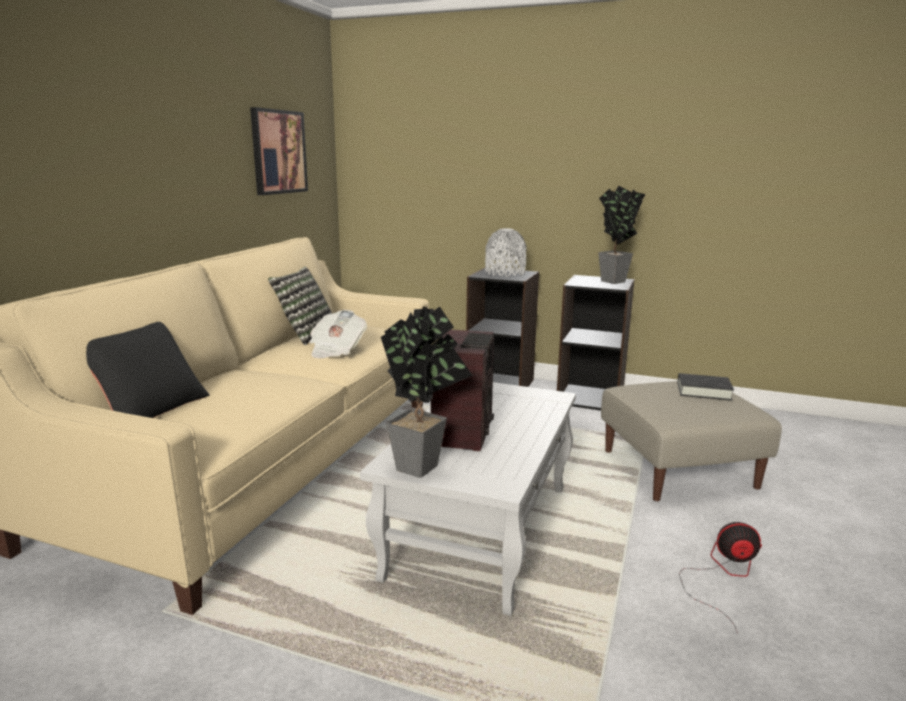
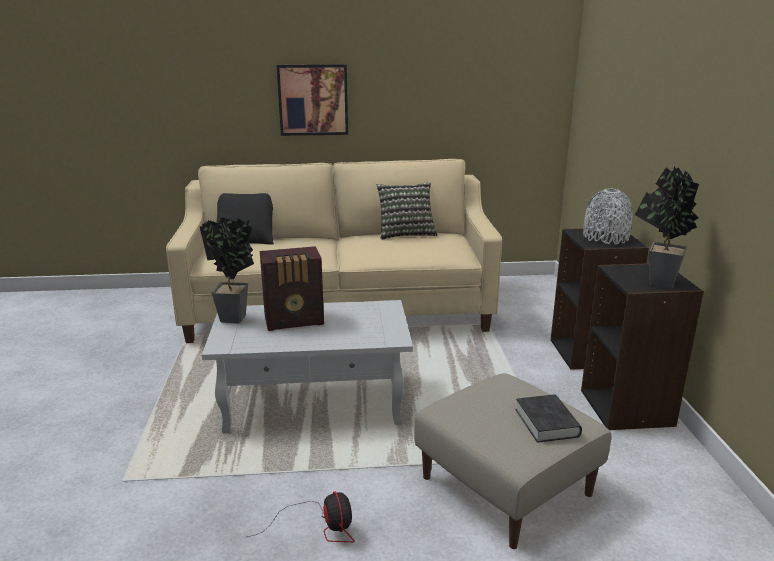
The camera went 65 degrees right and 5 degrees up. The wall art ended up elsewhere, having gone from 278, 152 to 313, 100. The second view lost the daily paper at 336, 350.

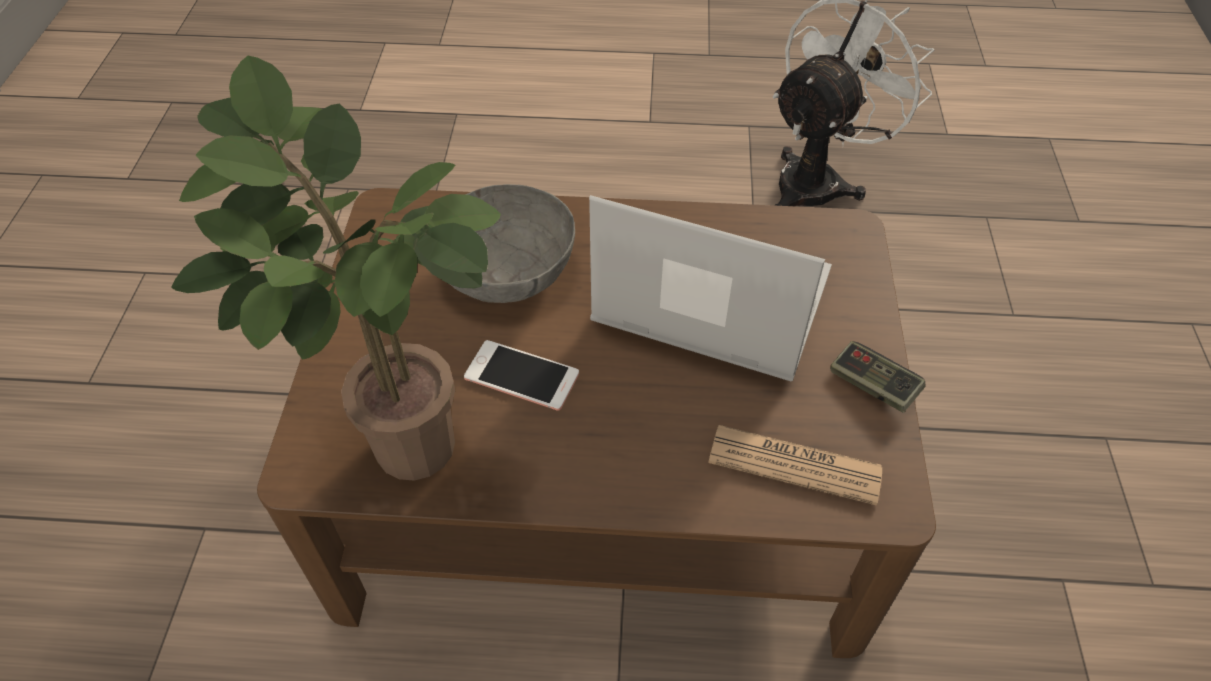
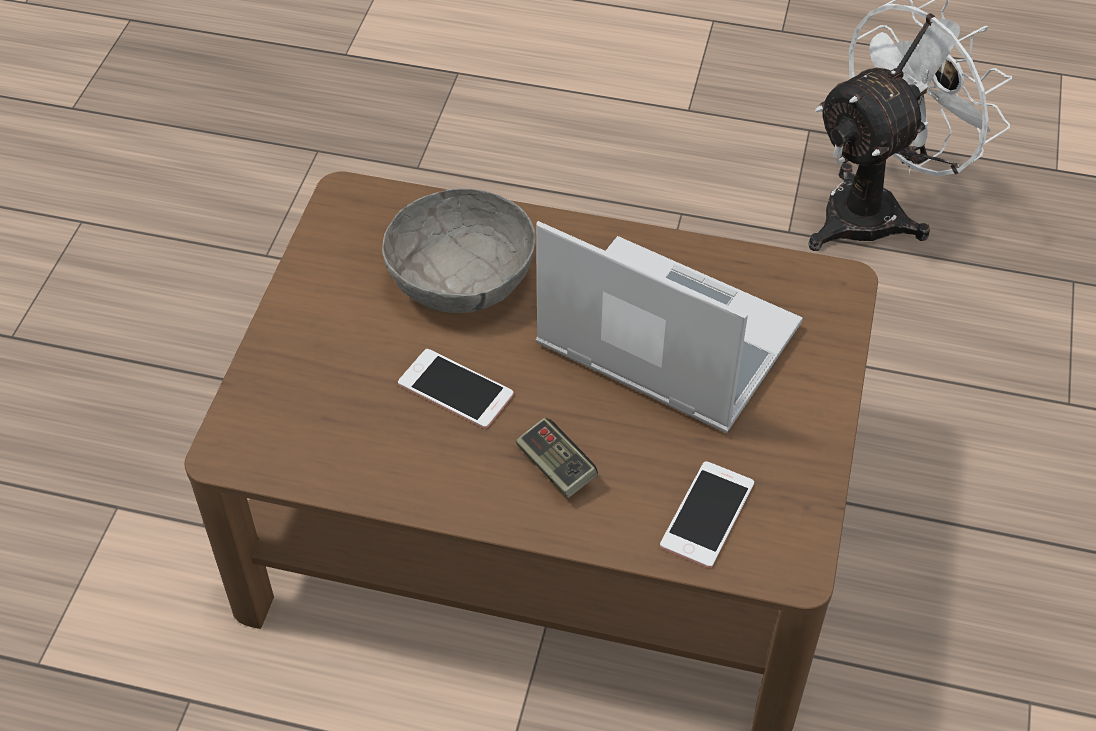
The camera went 10 degrees right and 0 degrees up. The second view lost the houseplant at 399, 448. Where the daily paper stood at 794, 465, the phone came to stand at 707, 515. The gamepad ended up elsewhere, having gone from 873, 385 to 556, 467.

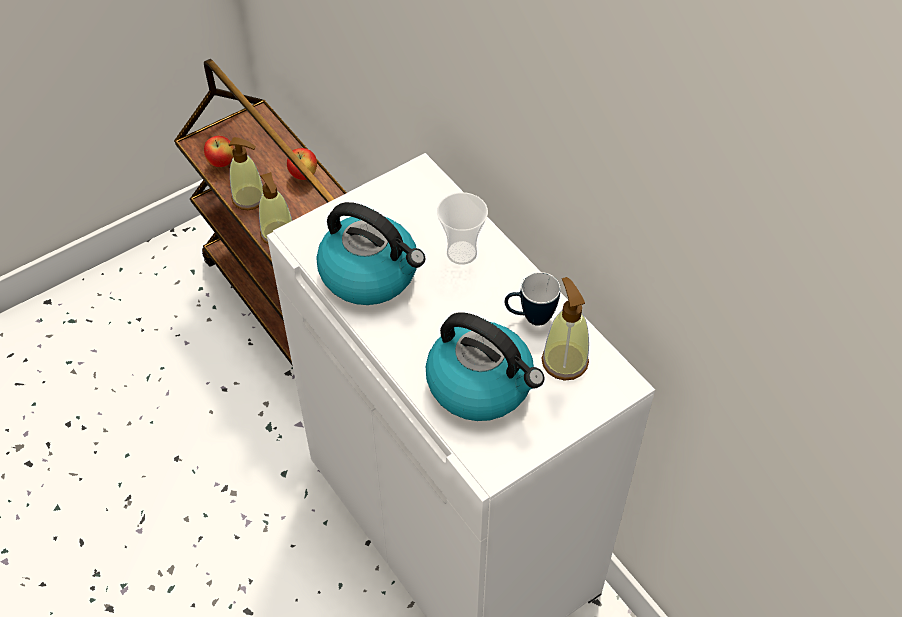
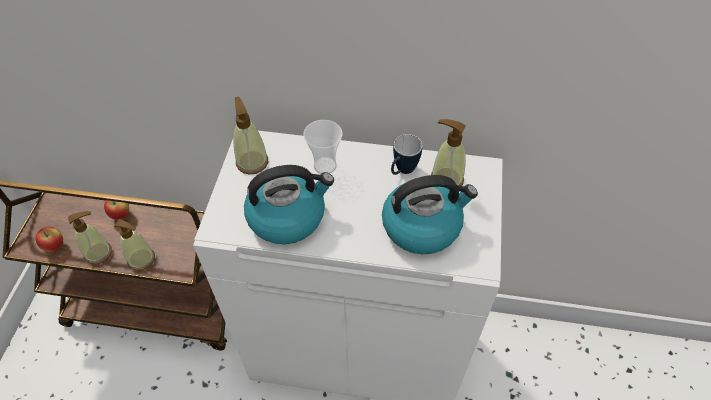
The camera went 45 degrees left and 0 degrees up. The second view gained the liquid soap bottle at 252, 162.

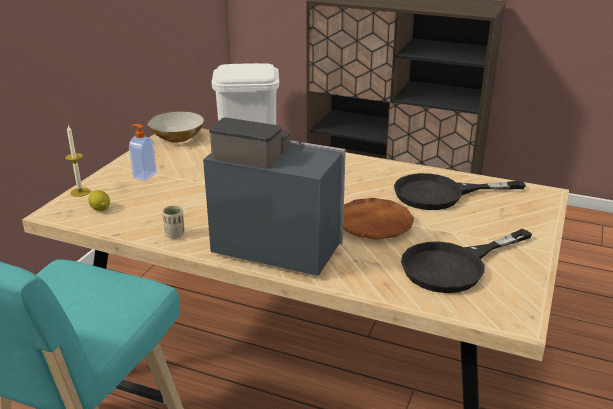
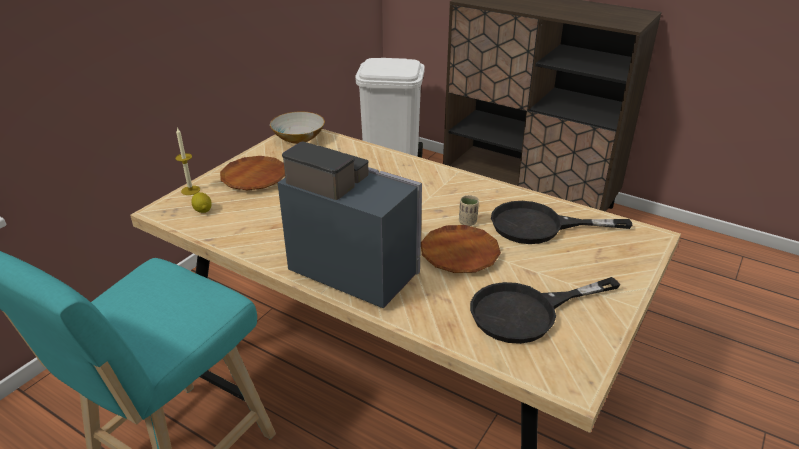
The camera went 10 degrees right and 5 degrees up. Where the liquid soap bottle stood at 144, 175, the brownish dinner plate came to stand at 254, 177. The beige small cup ended up elsewhere, having gone from 175, 235 to 467, 222.

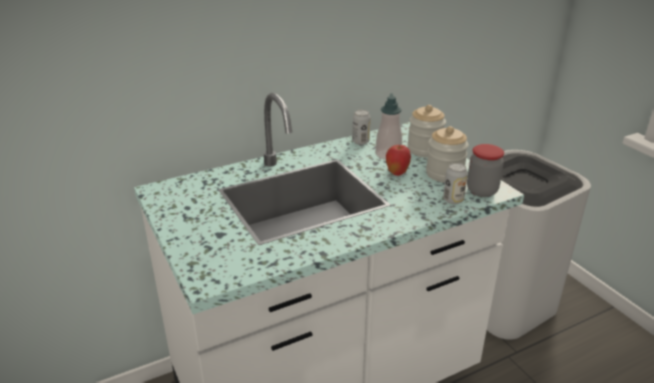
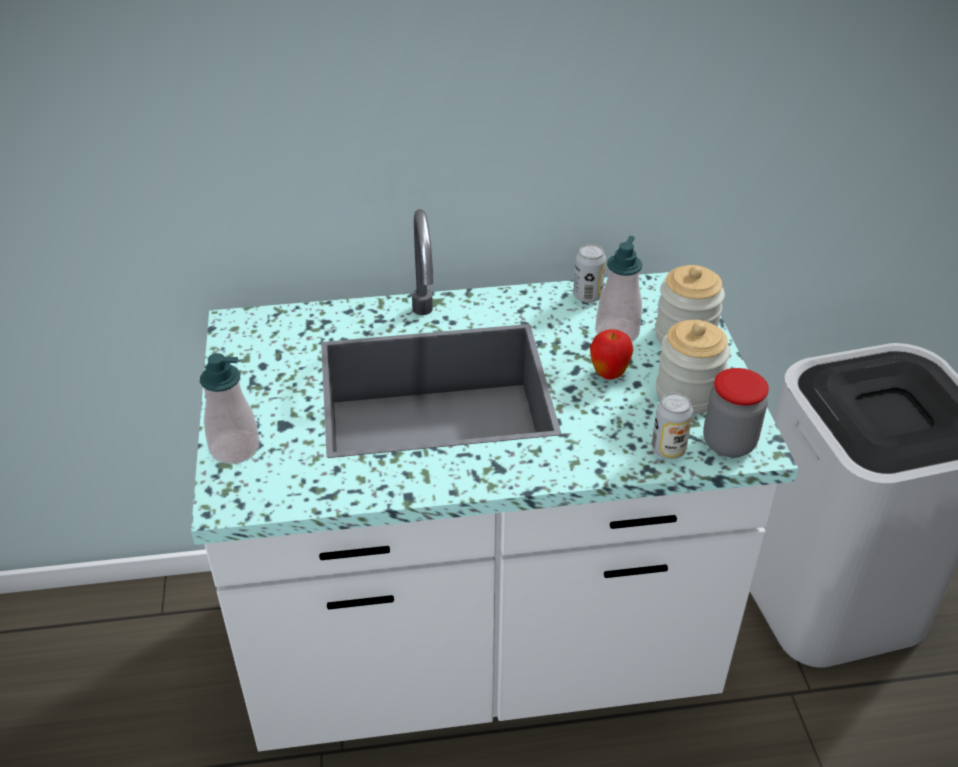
The camera went 20 degrees right and 10 degrees up. The second view gained the liquid soap bottle at 235, 448.

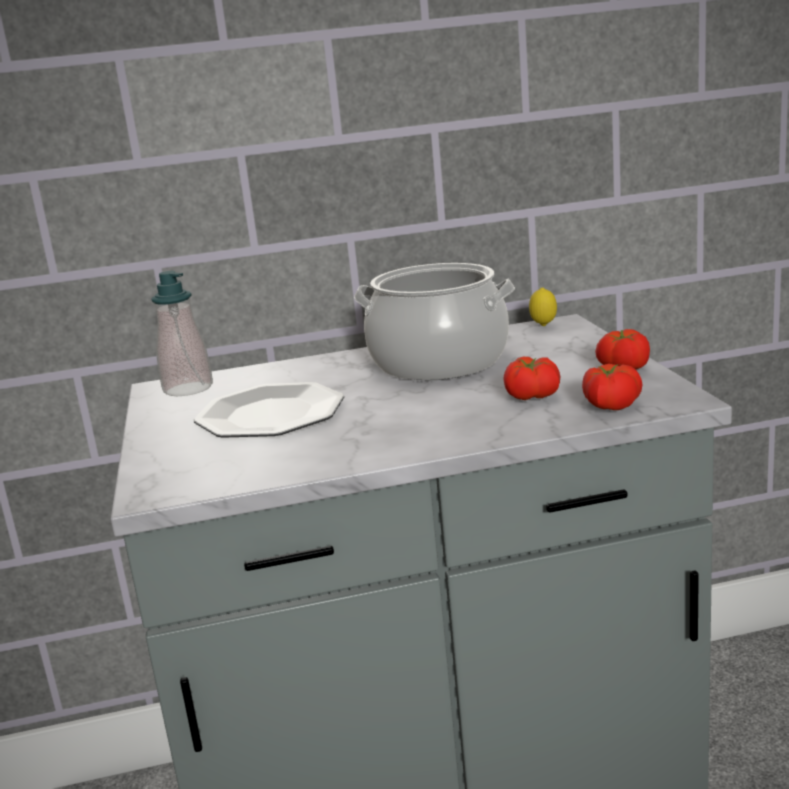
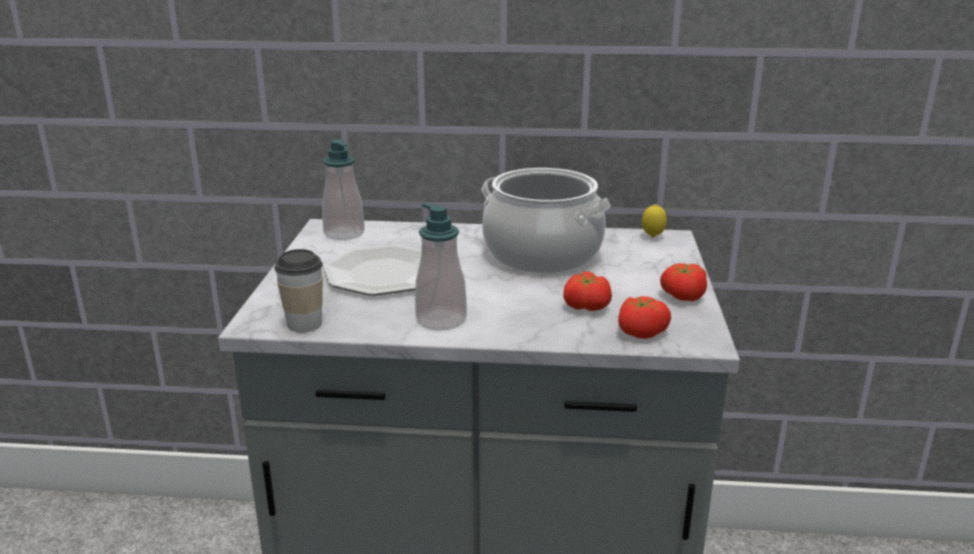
The camera went 15 degrees right and 5 degrees up. The second view gained the small cup at 304, 324. The second view gained the liquid soap bottle at 441, 320.

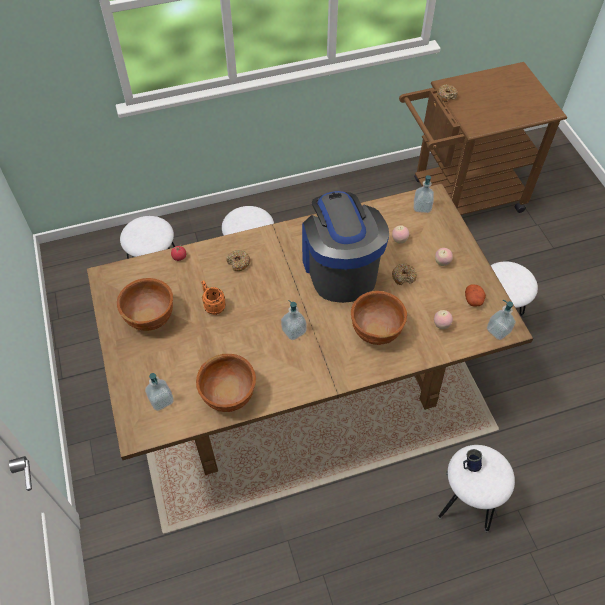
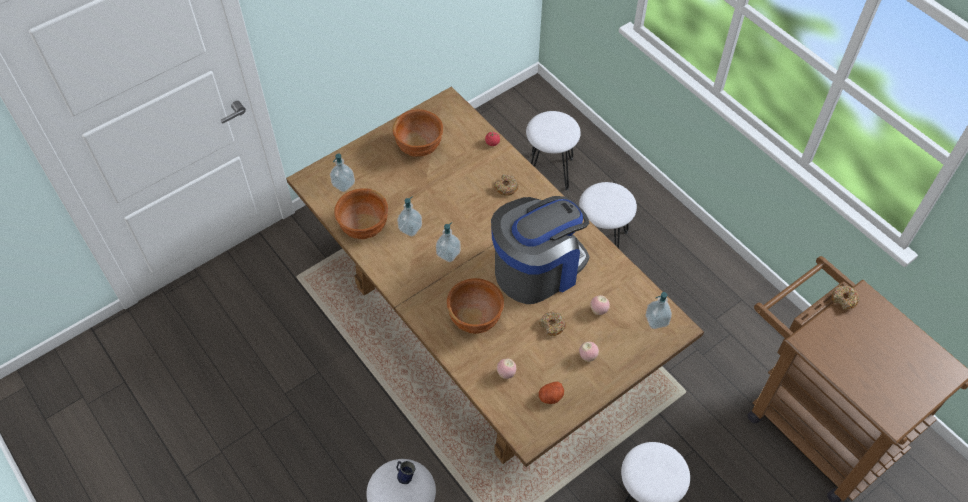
The camera went 70 degrees right and 0 degrees up. The second view lost the orange mug at 213, 305. The liquid soap bottle ended up elsewhere, having gone from 498, 330 to 410, 228.

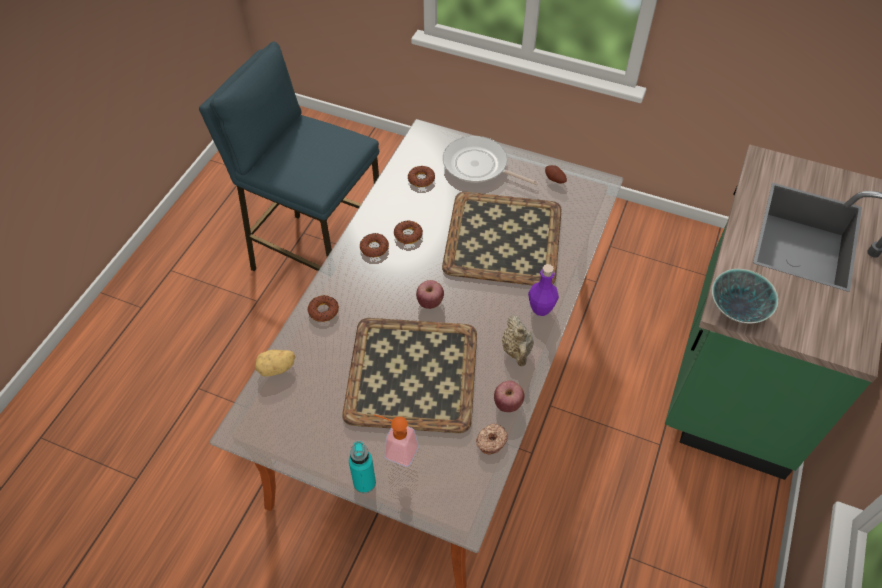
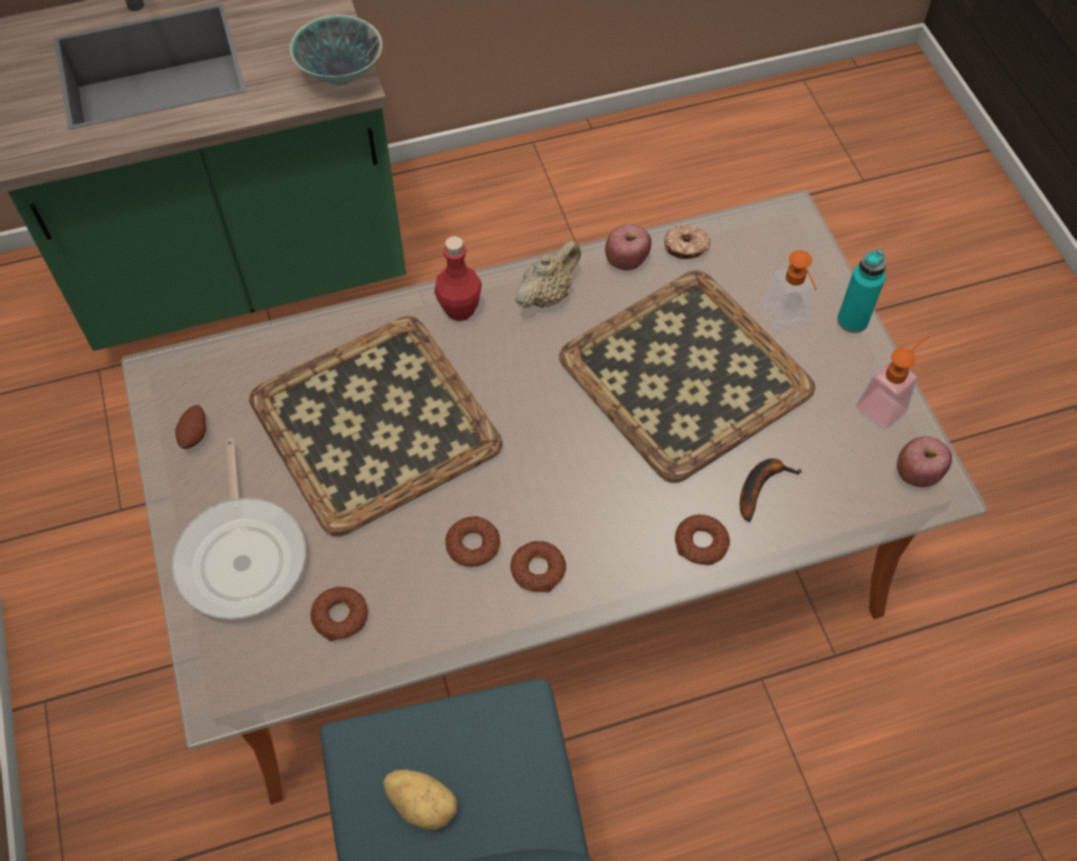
The camera went 130 degrees left and 5 degrees up. The potato ended up elsewhere, having gone from 277, 369 to 423, 803. The apple fruit ended up elsewhere, having gone from 430, 302 to 917, 473. What was the purple-coloured drink bottle at 541, 308 turned into the red drink bottle at 460, 309. The second view gained the banana fruit at 761, 486. The second view gained the liquid soap bottle at 886, 404.

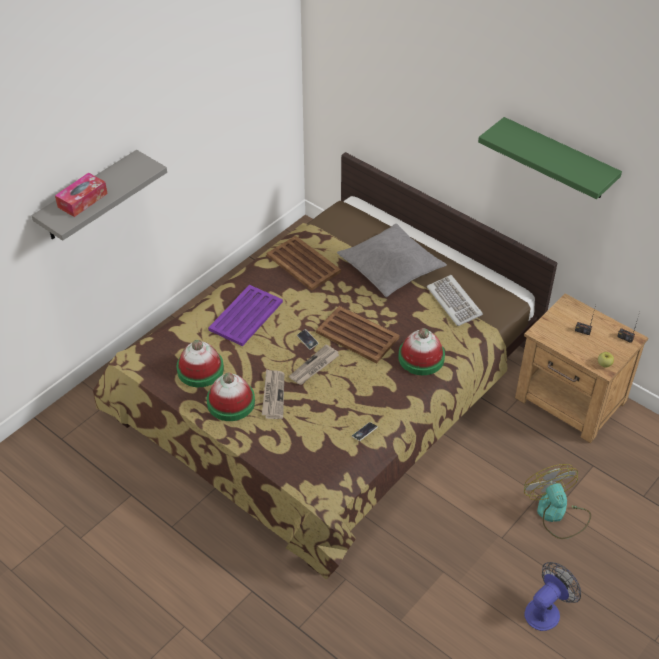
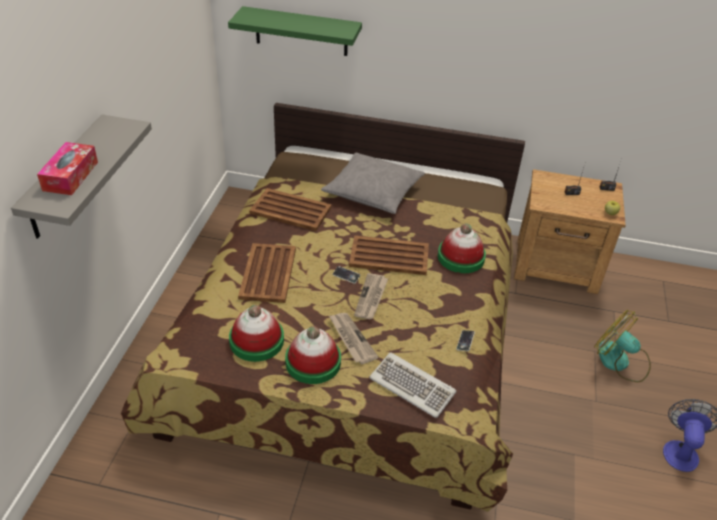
The camera went 30 degrees left and 5 degrees down. What was the purple-coloured tray at 246, 315 turned into the brownish tray at 268, 272. The PC keyboard ended up elsewhere, having gone from 454, 302 to 412, 386. The greenish shelf ended up elsewhere, having gone from 558, 159 to 301, 31.

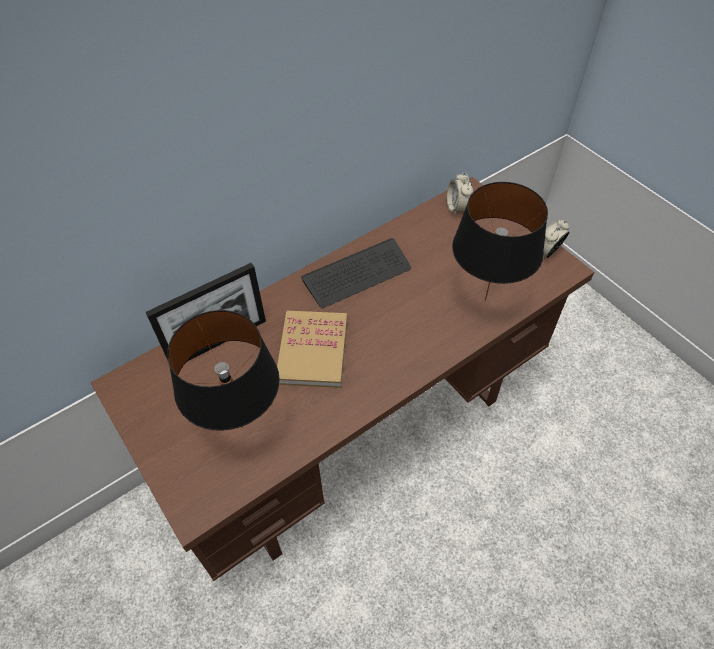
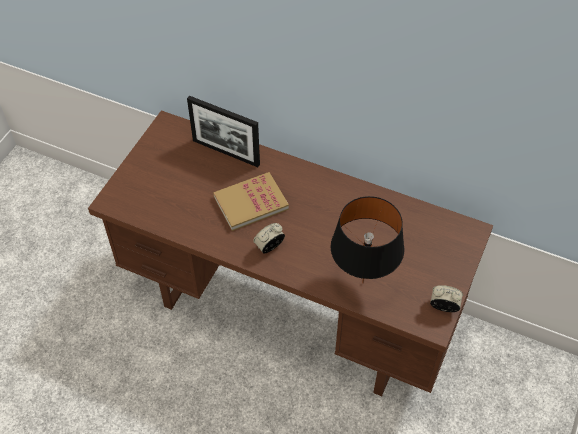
The camera went 60 degrees right and 0 degrees up. The second view lost the black lamp for a table at 240, 427. The second view lost the PC keyboard at 357, 274. The alarm clock ended up elsewhere, having gone from 457, 208 to 269, 247.

